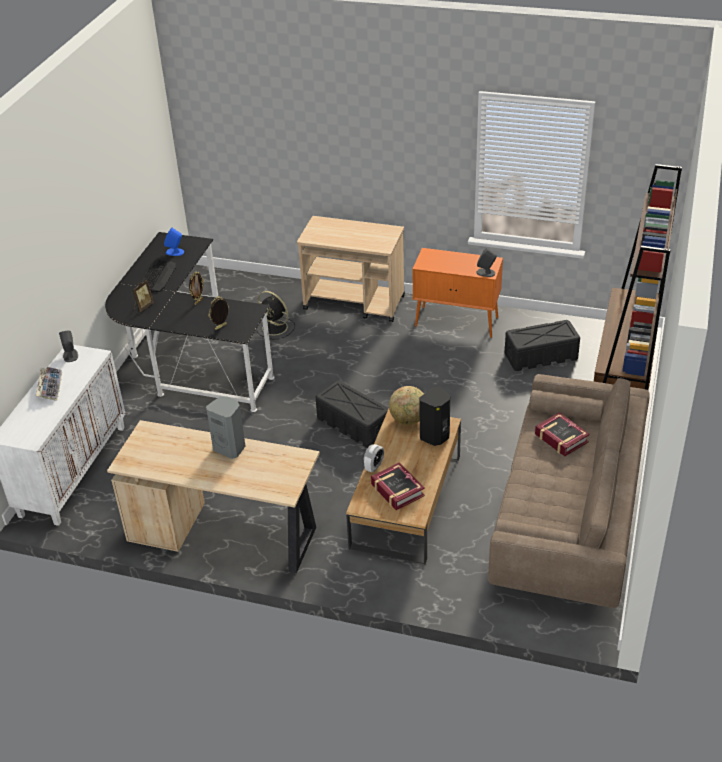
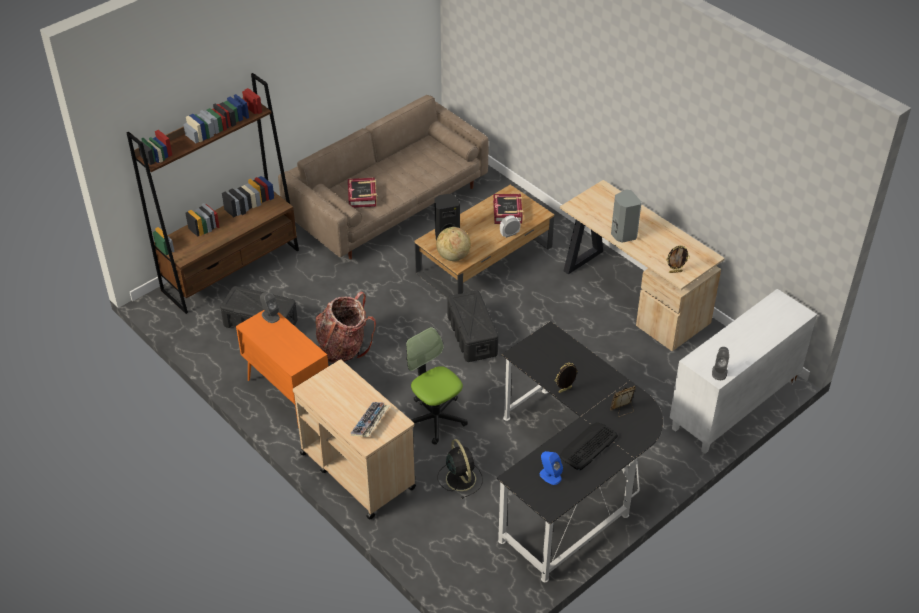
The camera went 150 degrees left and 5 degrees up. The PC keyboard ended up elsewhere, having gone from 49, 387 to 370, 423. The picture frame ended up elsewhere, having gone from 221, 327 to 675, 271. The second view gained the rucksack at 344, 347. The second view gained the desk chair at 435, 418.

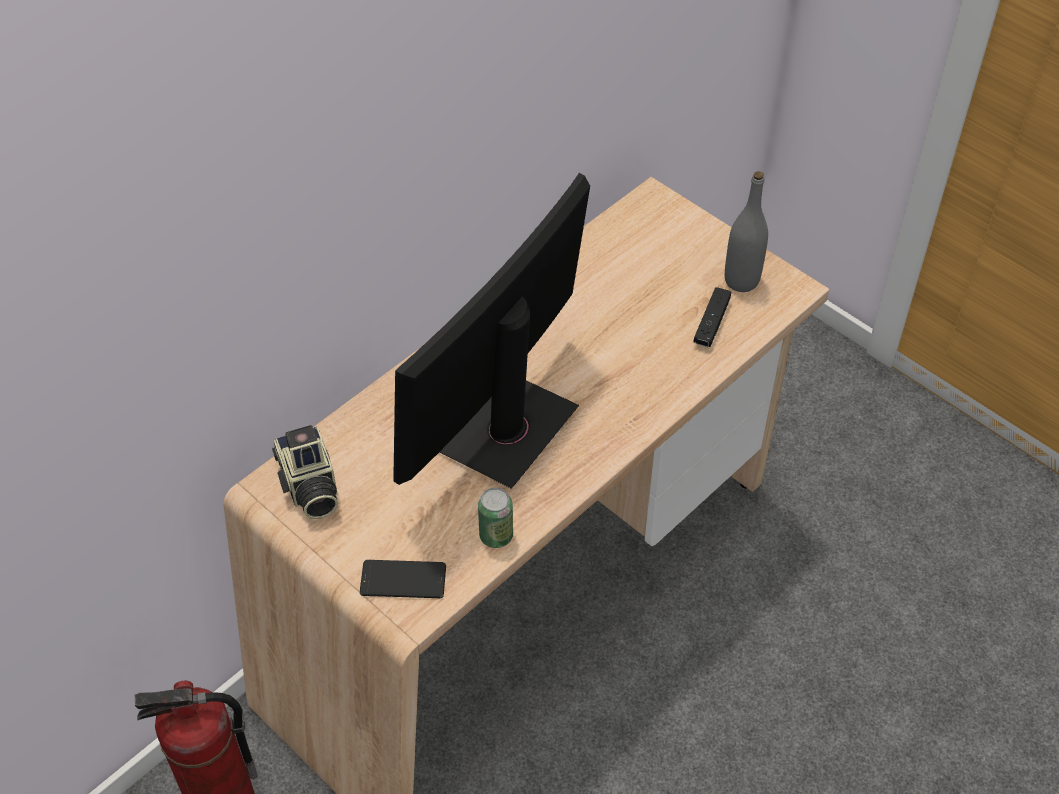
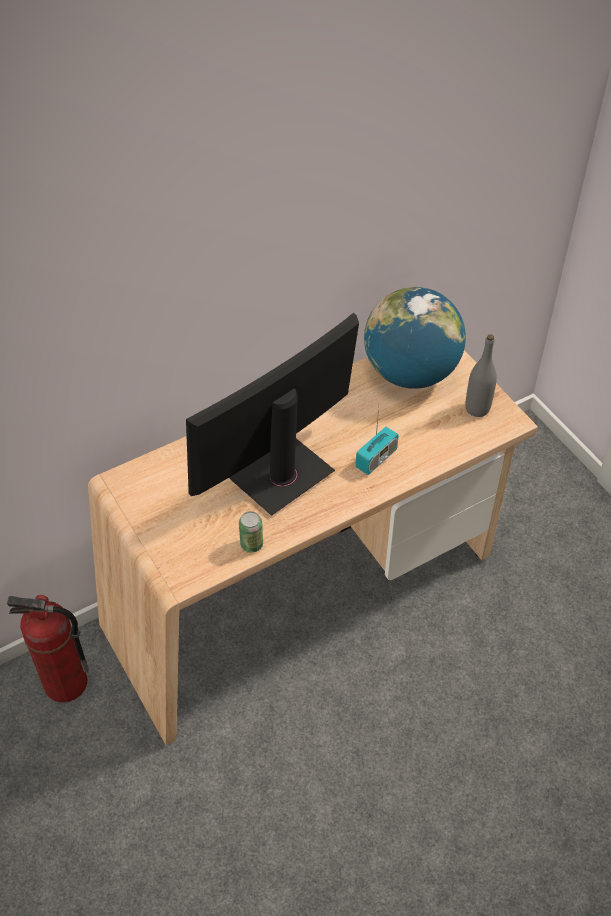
The camera went 15 degrees right and 0 degrees up. The second view lost the photo camera at 309, 488. The second view lost the phone at 403, 580. The second view lost the black gamepad at 711, 324. The second view gained the radio at 376, 459. The second view gained the desk globe at 410, 373.

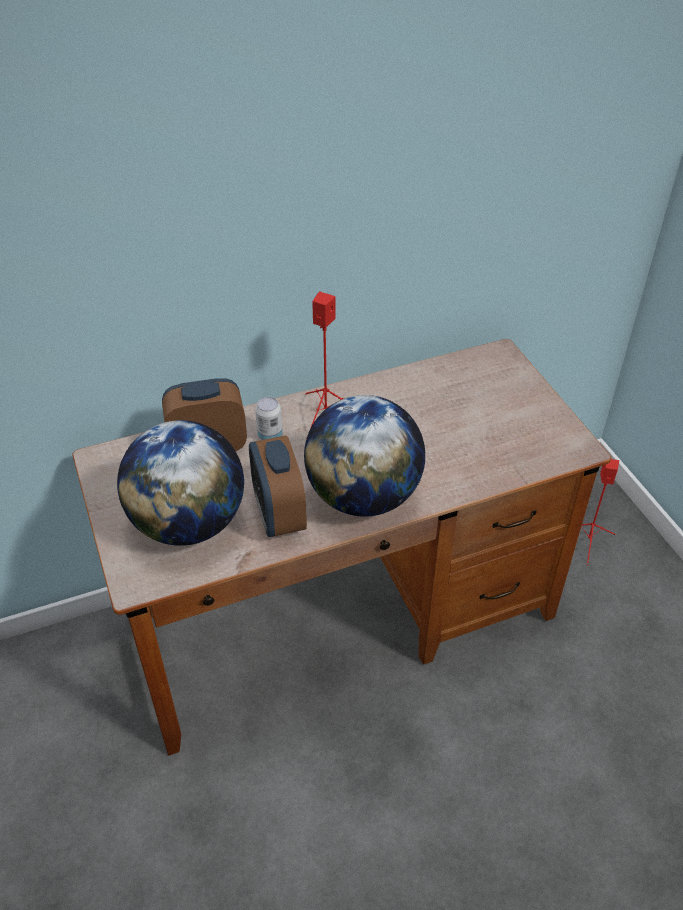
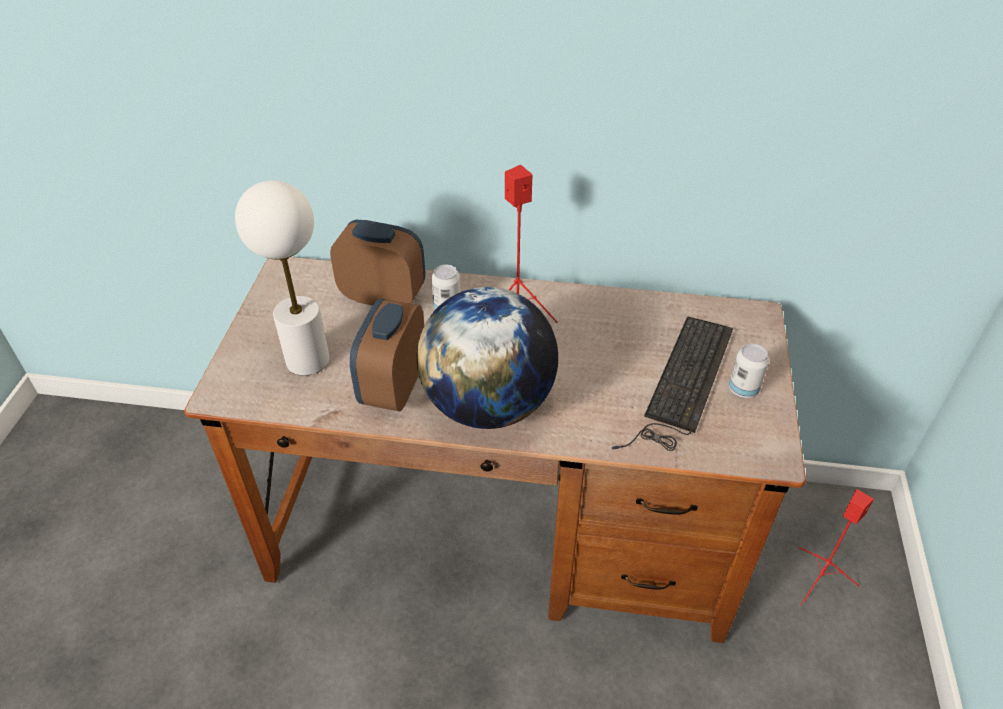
The camera went 30 degrees right and 0 degrees up. Where the desk globe stood at 189, 523, the whitish lamp for a table came to stand at 308, 360. The second view gained the PC keyboard at 682, 384. The second view gained the metal can at 743, 389.

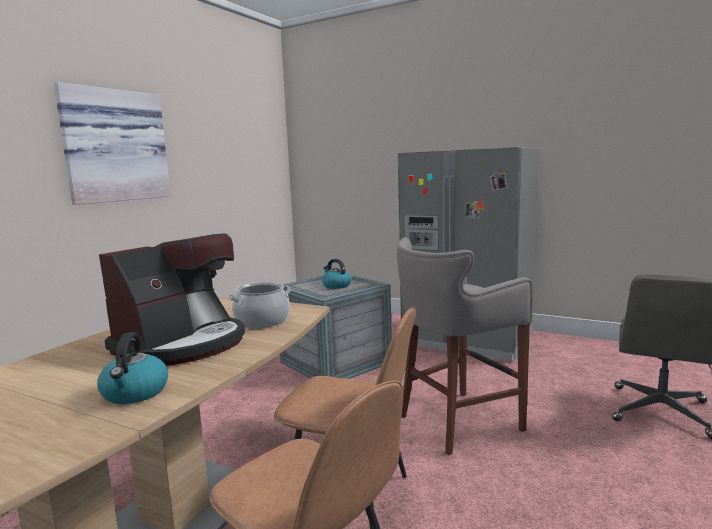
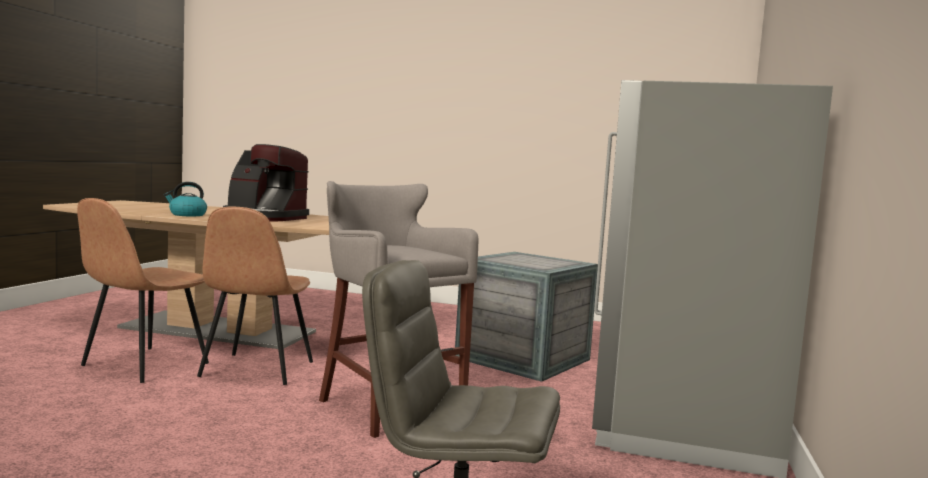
The camera went 75 degrees right and 5 degrees down. The second view lost the wall art at 114, 146. The second view lost the stockpot at 262, 321. The second view lost the tea kettle at 336, 286.

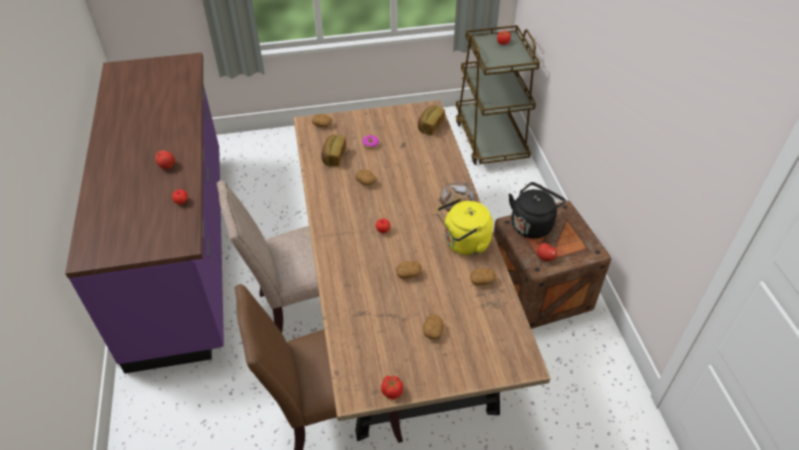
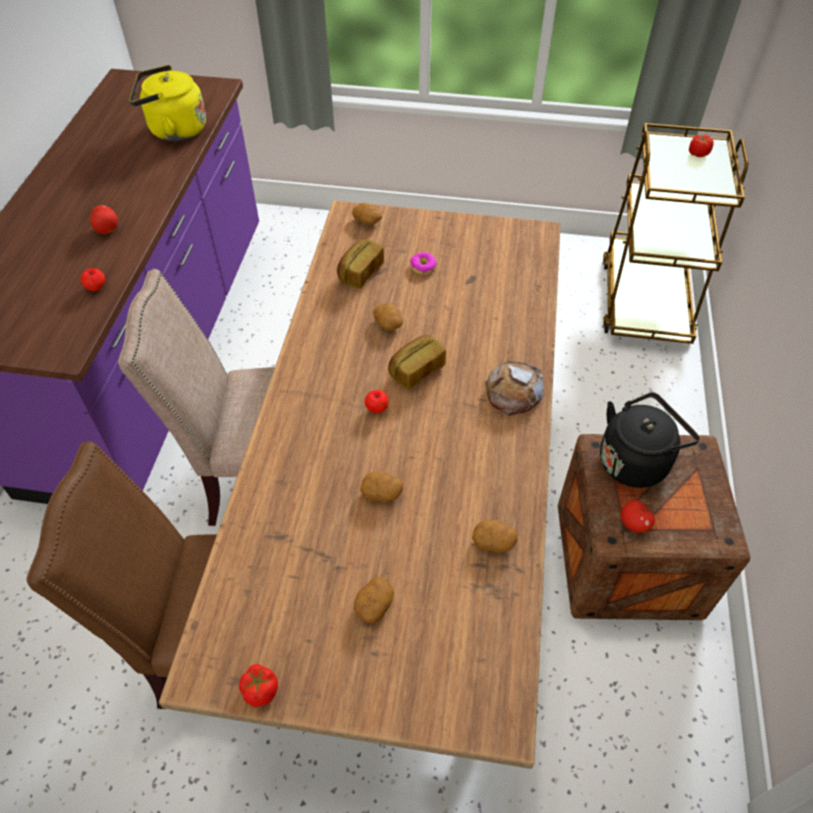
The camera went 20 degrees right and 5 degrees up. The bread ended up elsewhere, having gone from 430, 126 to 416, 370. The yellowish tea kettle ended up elsewhere, having gone from 464, 243 to 174, 130.

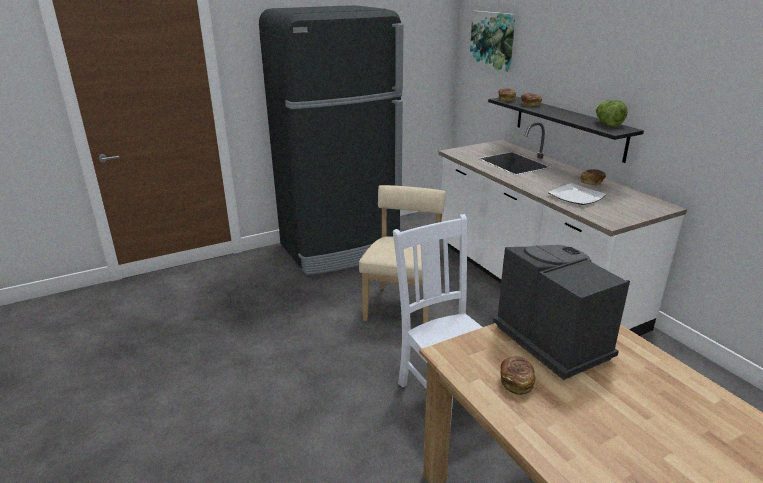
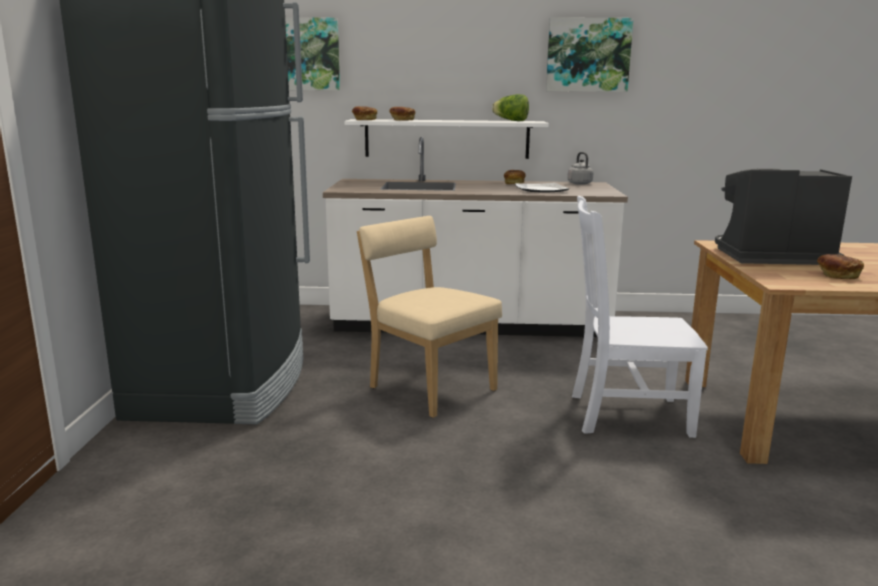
The camera went 60 degrees left and 10 degrees down. What was the black shelf at 568, 127 turned into the whitish shelf at 447, 139. The second view gained the wall art at 588, 55. The second view gained the greyish tea kettle at 579, 183.

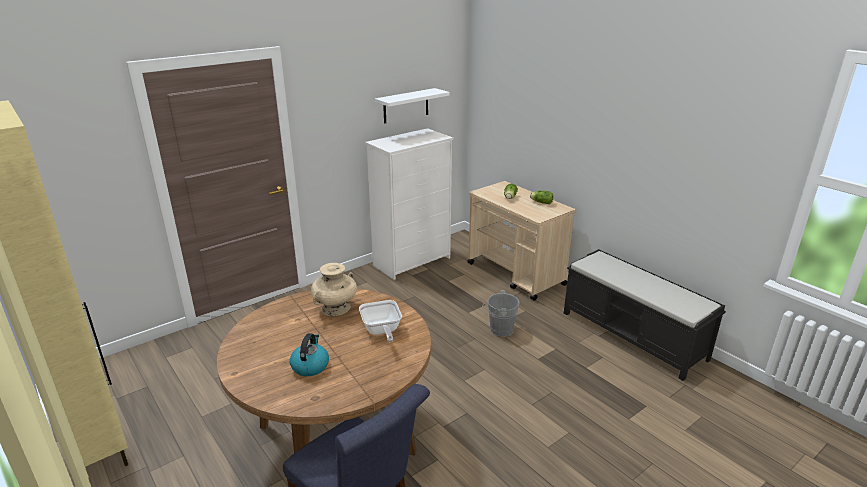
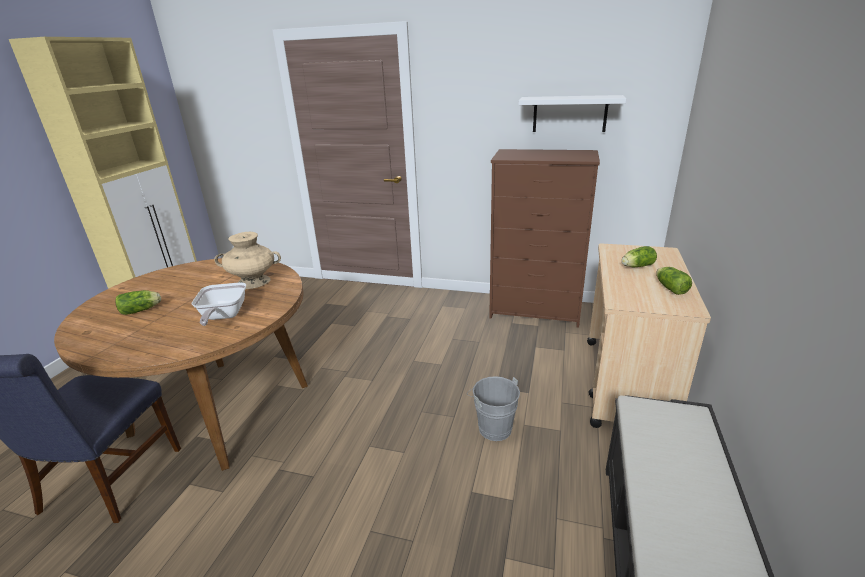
The camera went 55 degrees right and 0 degrees up. Where the tea kettle stood at 310, 366, the lettuce head came to stand at 142, 310. The skillet at 381, 331 ended up facing another way, 45 degrees counterclockwise from before. What was the whitish drawer chest at 413, 261 turned into the brownish drawer chest at 535, 311.

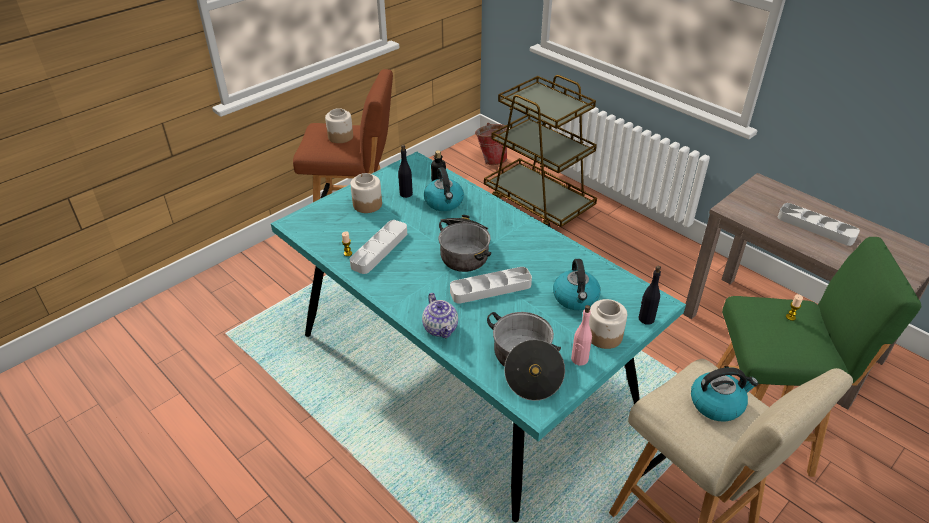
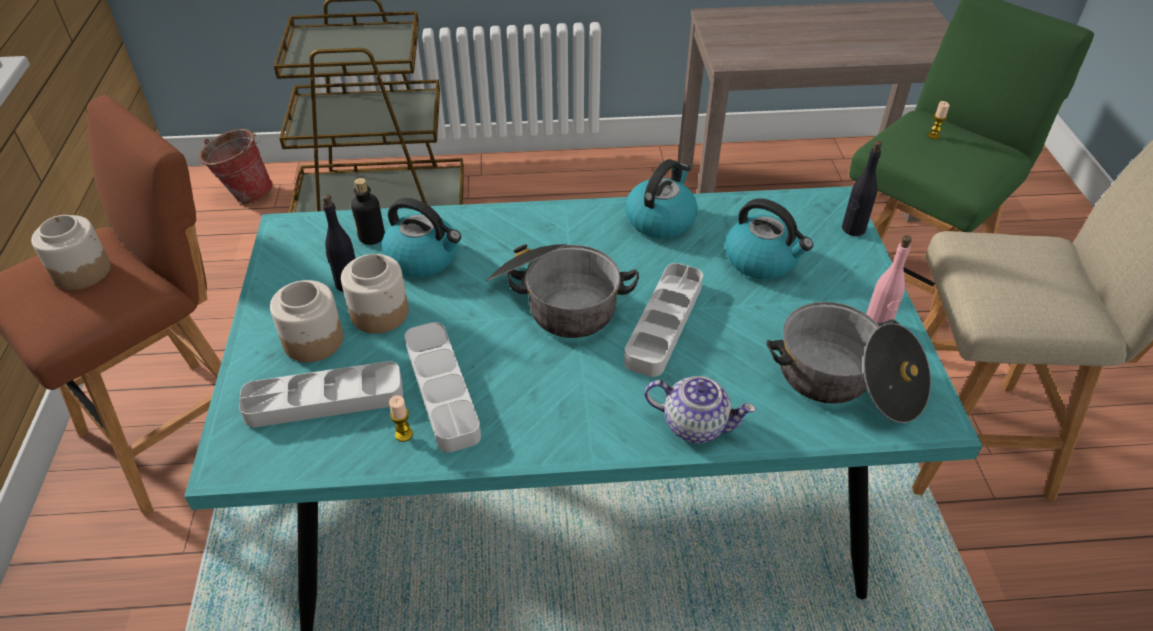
The camera went 50 degrees left and 5 degrees up. The storage jar ended up elsewhere, having gone from 604, 335 to 380, 312. The tea kettle ended up elsewhere, having gone from 717, 403 to 660, 219. The greyish tray ended up elsewhere, having gone from 816, 227 to 324, 400.

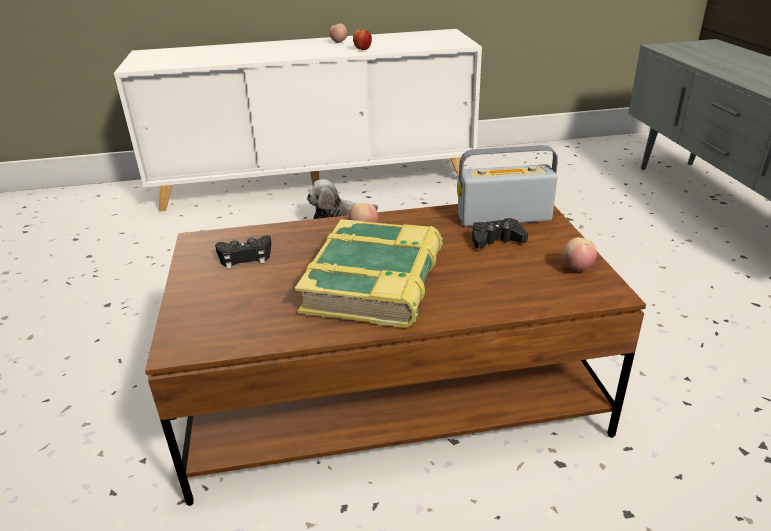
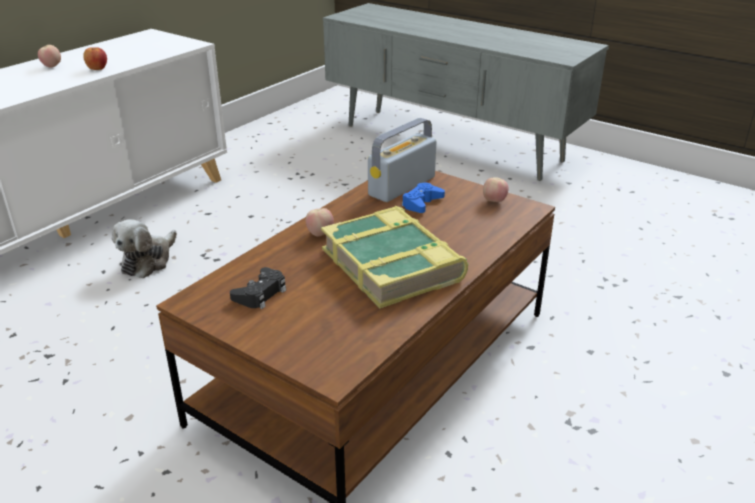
The camera went 45 degrees left and 0 degrees up. What was the black gamepad at 496, 240 turned into the blue gamepad at 422, 203.

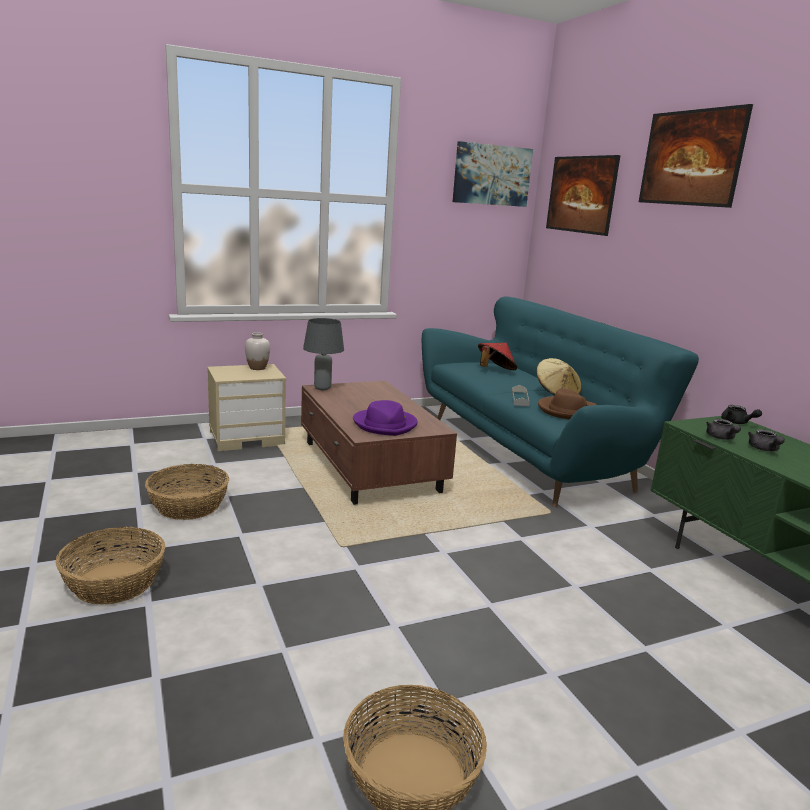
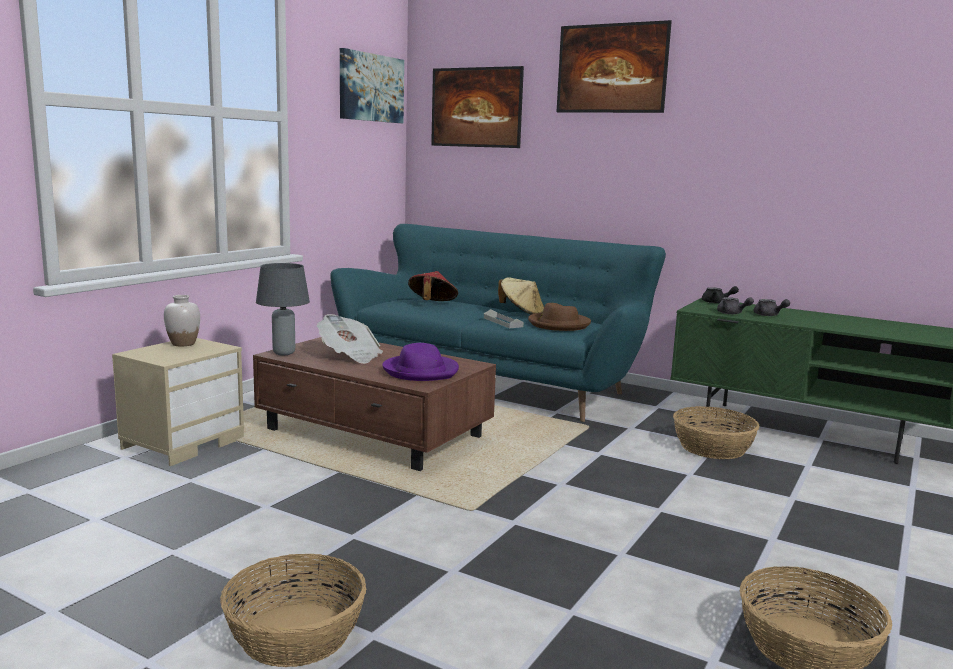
The camera went 35 degrees left and 5 degrees down. The basket ended up elsewhere, having gone from 189, 505 to 712, 447. The second view gained the daily paper at 350, 356.

